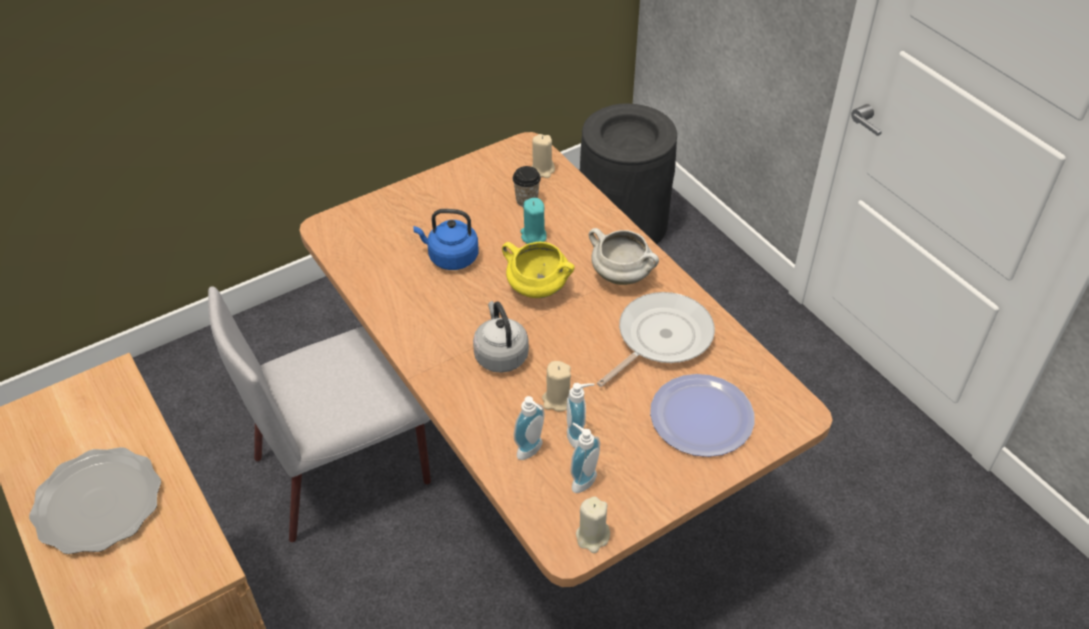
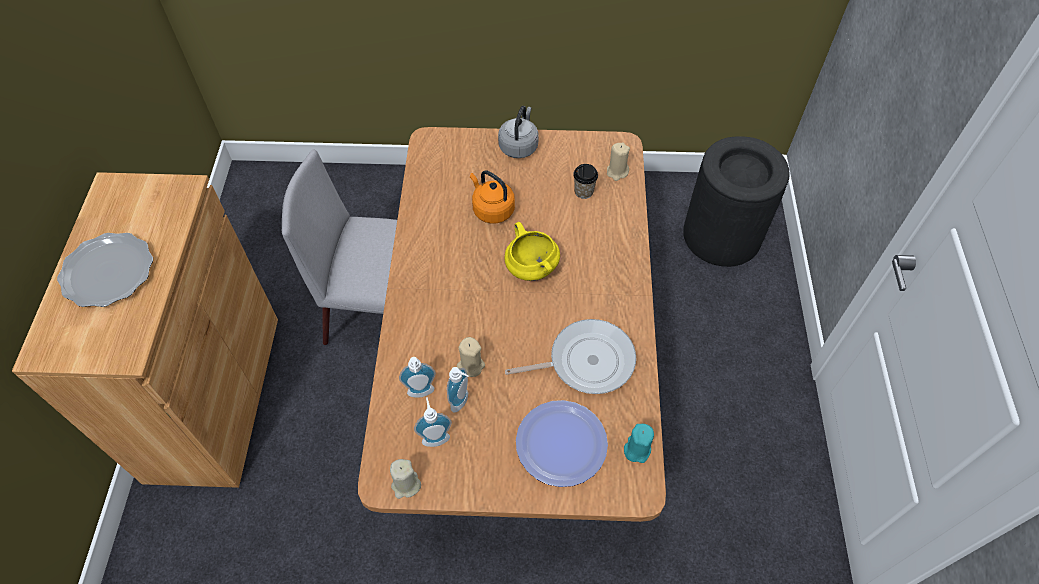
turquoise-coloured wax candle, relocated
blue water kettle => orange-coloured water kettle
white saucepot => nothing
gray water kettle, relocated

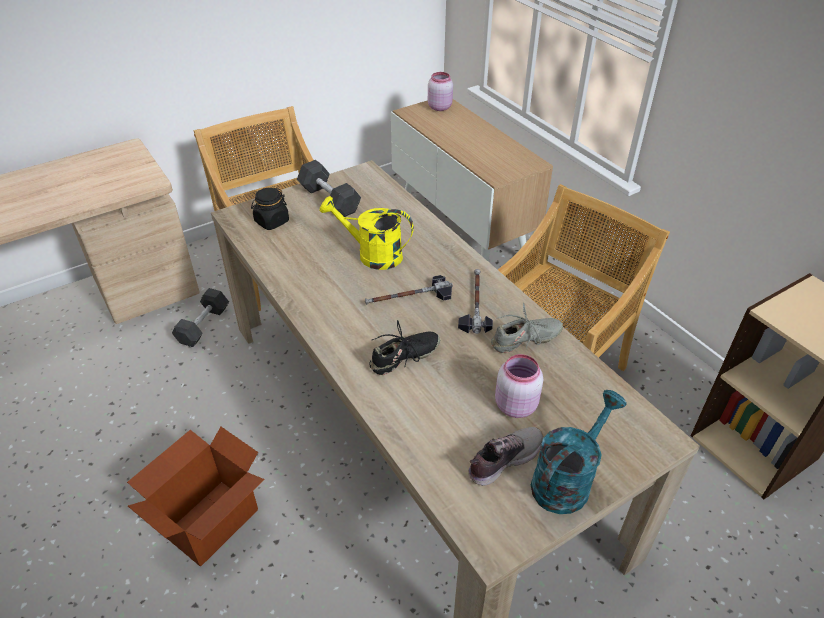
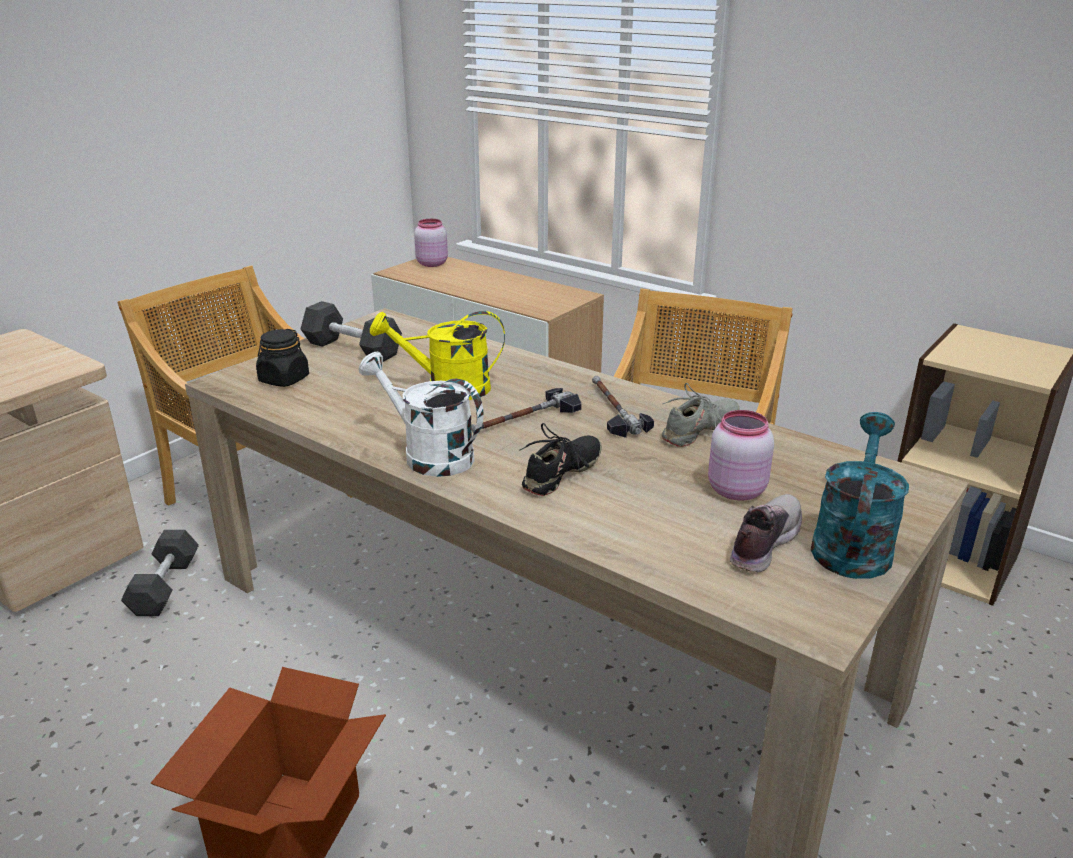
nothing => white sprinkling can

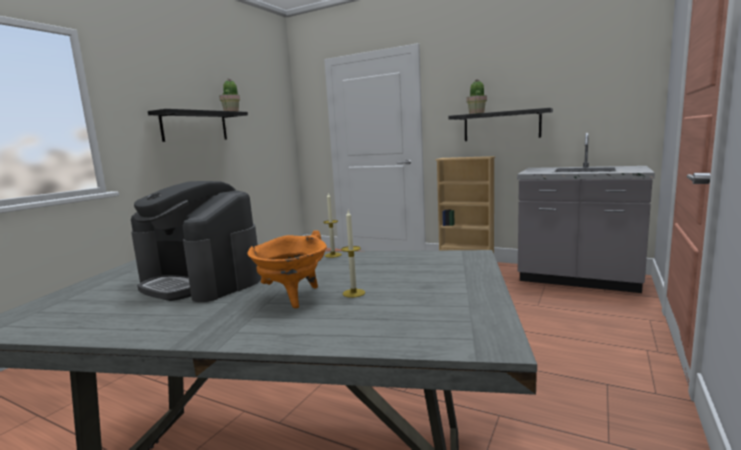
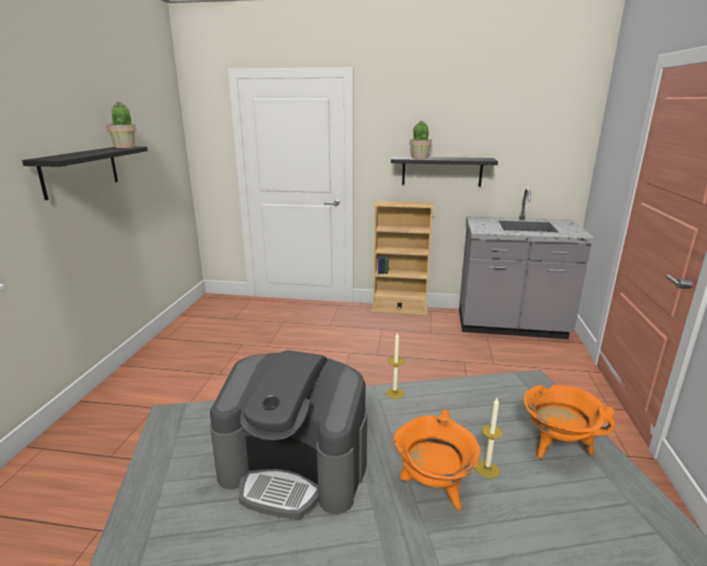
nothing => orange-coloured saucepot (no. 2 from left)

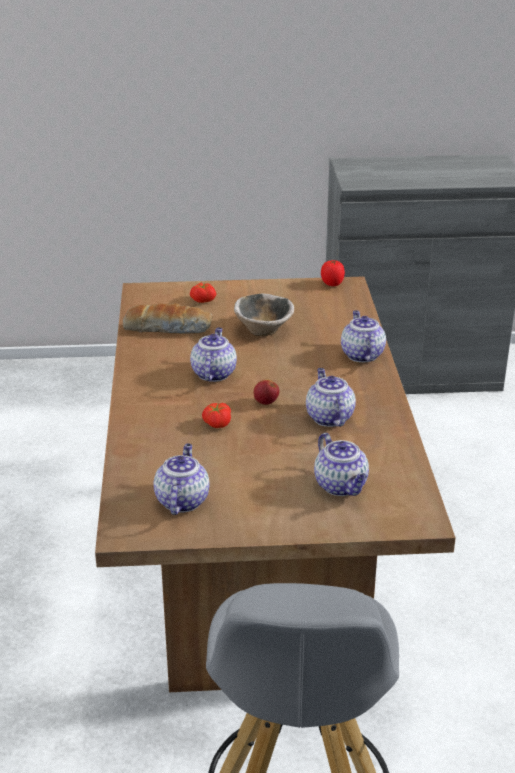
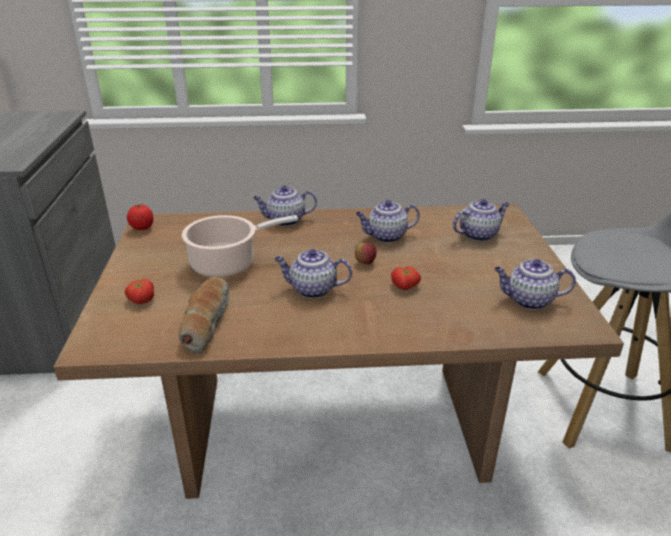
deep dish => saucepot

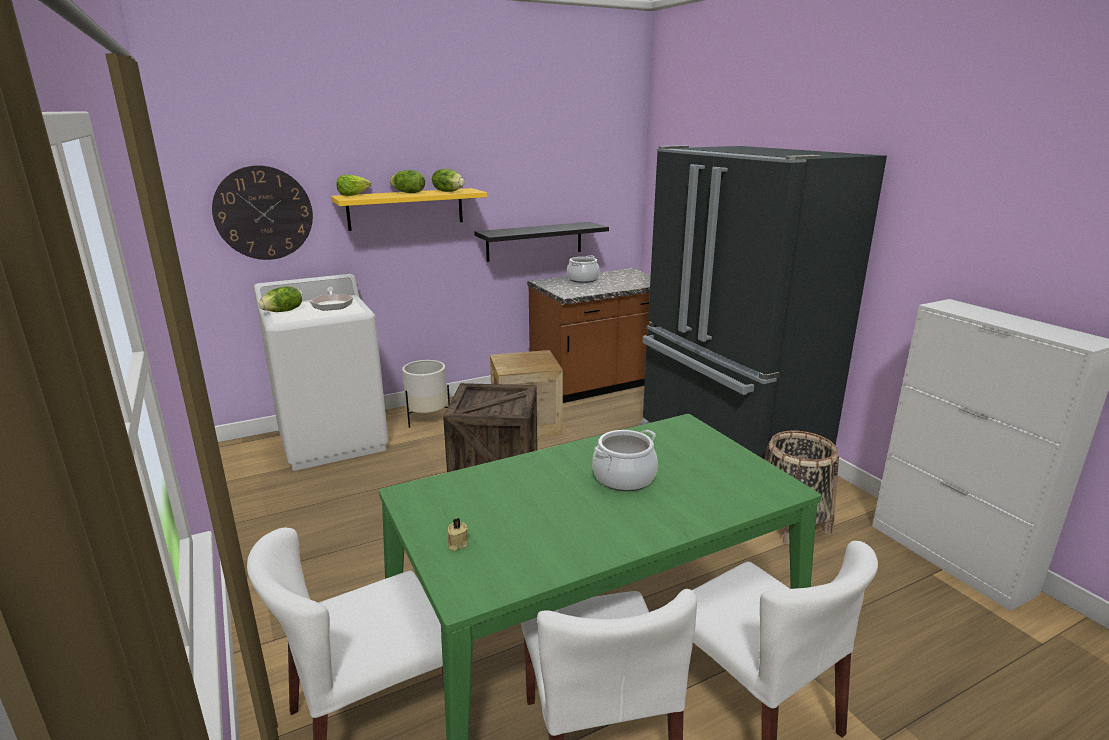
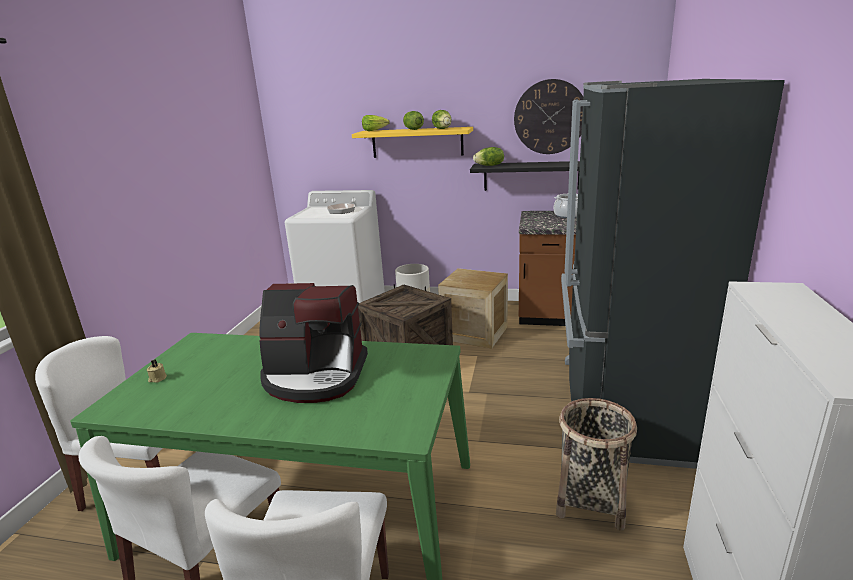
clock on the wall, relocated
lettuce head (no. 1 from left in the first image) => lettuce head (no. 4 from left), relocated
saucepot (no. 2 from left) => coffee maker

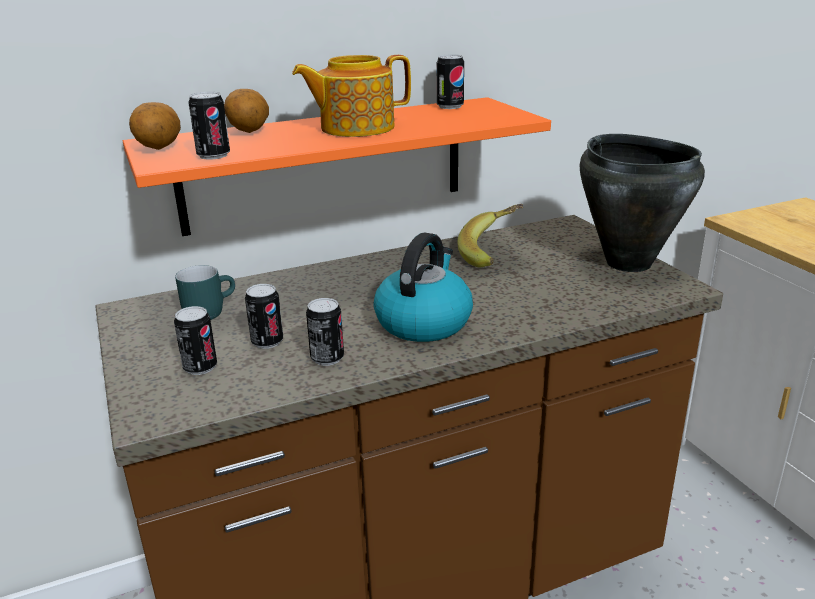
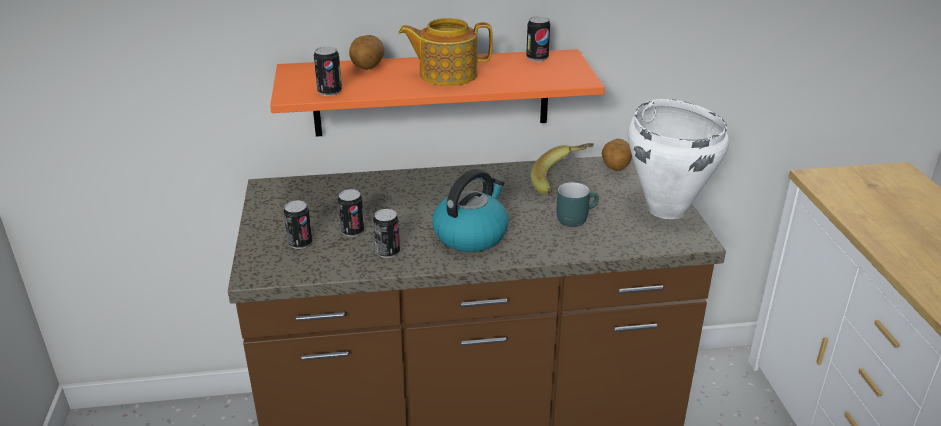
spud (no. 1 from left in the first image) => spud (no. 2 from left), relocated
blackish saucepot => white saucepot
turquoise-coloured mug, relocated

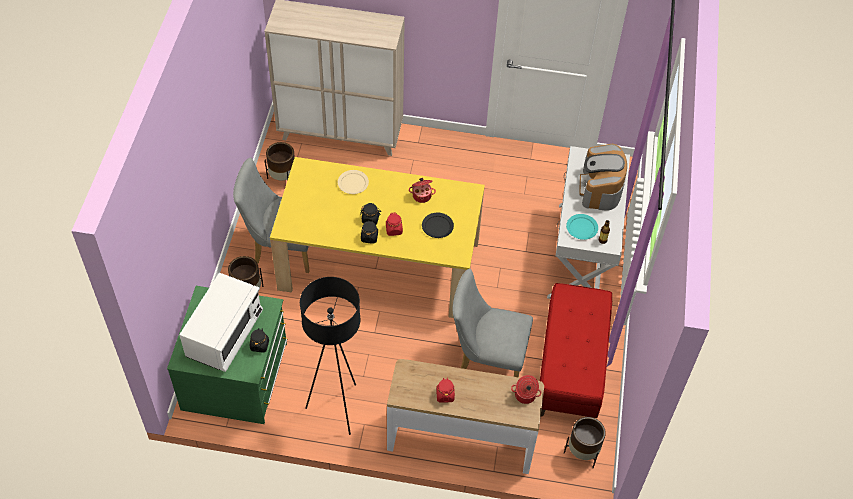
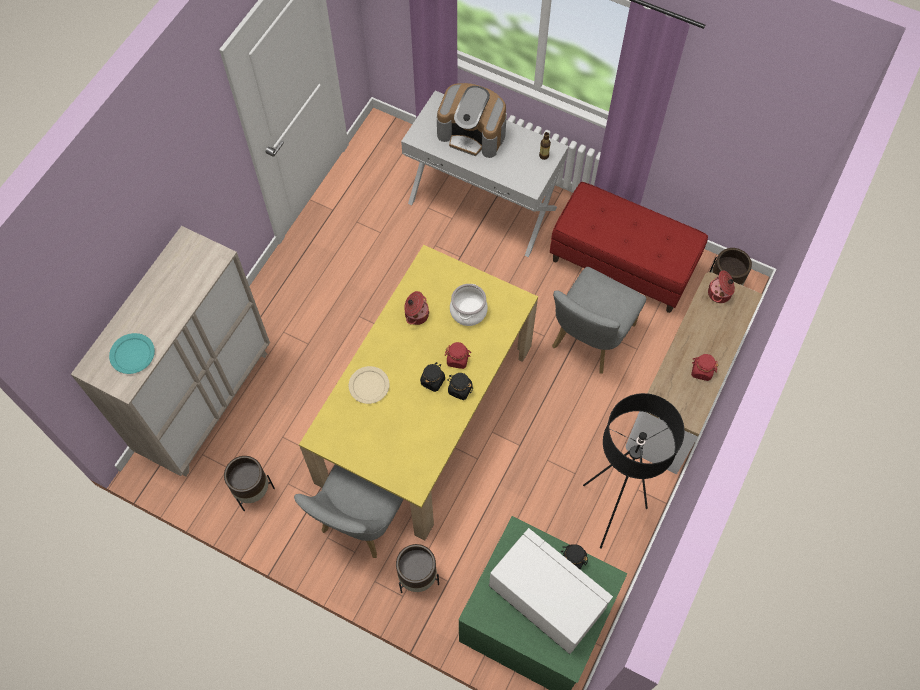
blackish flat dish => saucepot (no. 2 from left)
turquoise-coloured flat dish, relocated

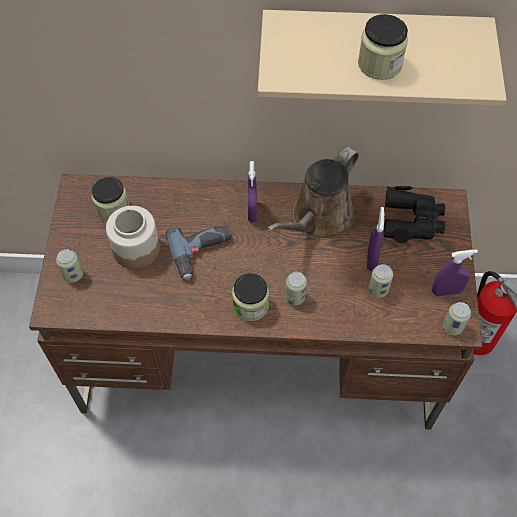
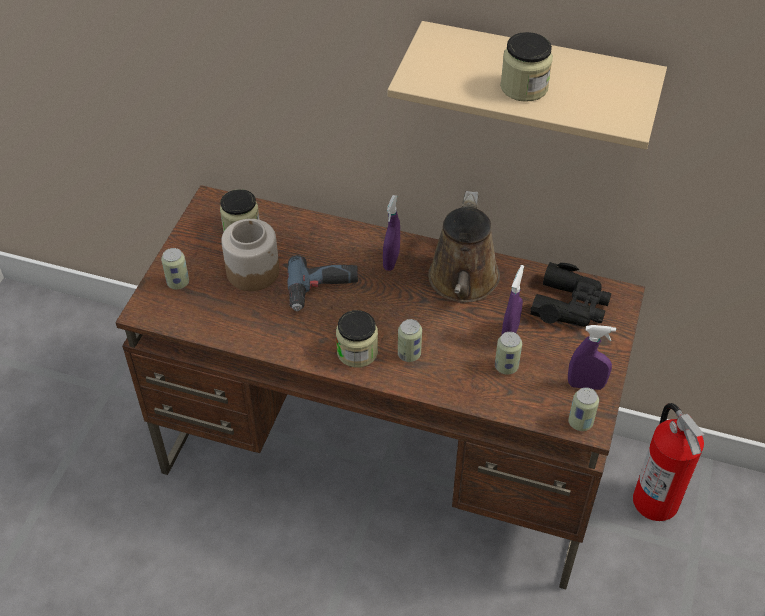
brownish sprinkling can, 45 degrees counterclockwise

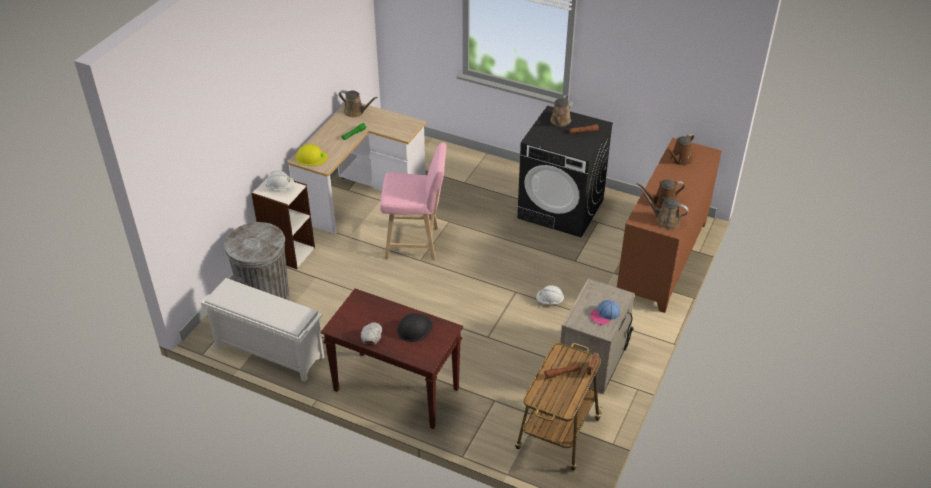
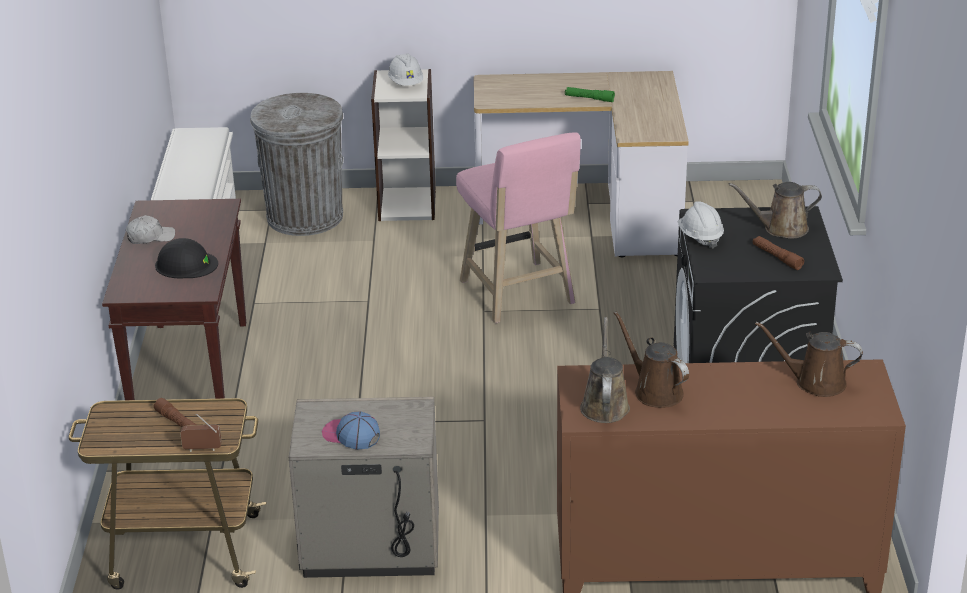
brownish sprinkling can (no. 1 from left) => nothing
yellow-coloured safety helmet => nothing
white safety helmet (no. 2 from left), relocated

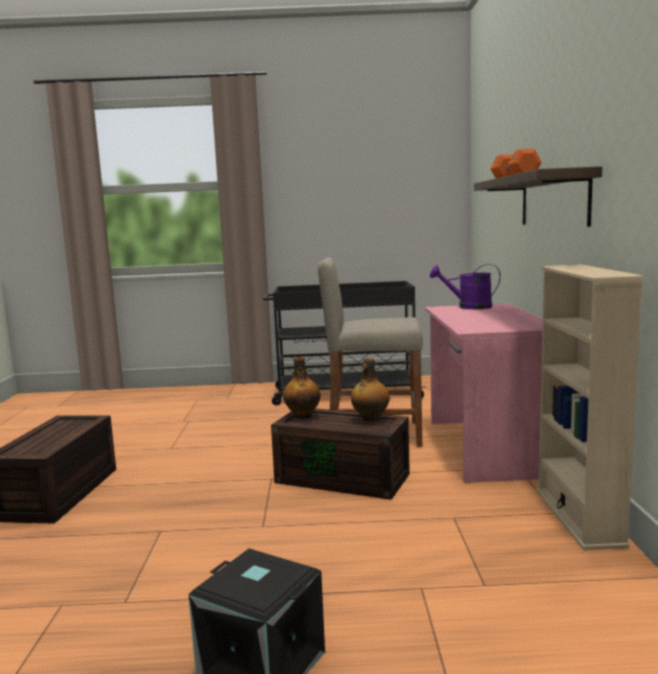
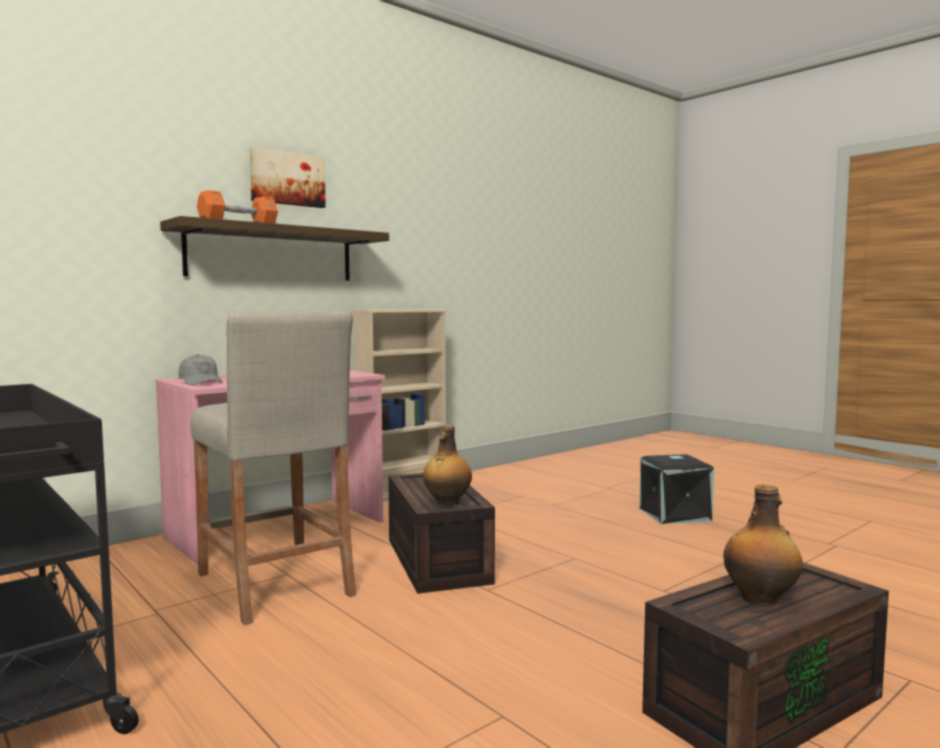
purple-coloured sprinkling can => gray cap
drink bottle (no. 2 from left), relocated
nothing => wall picture

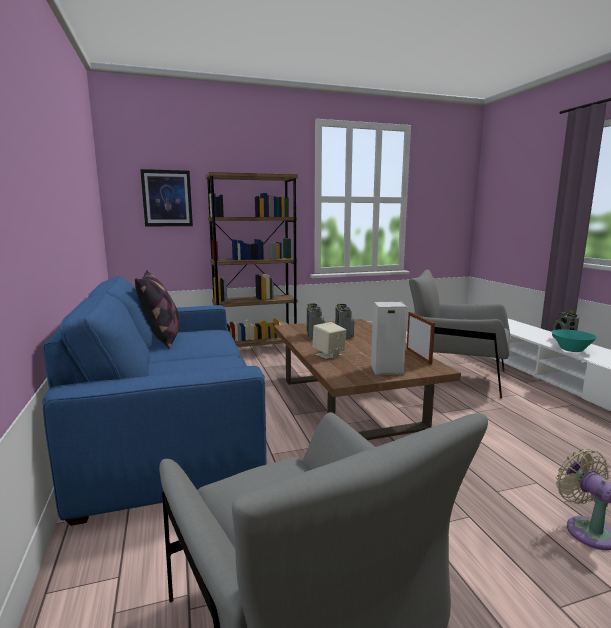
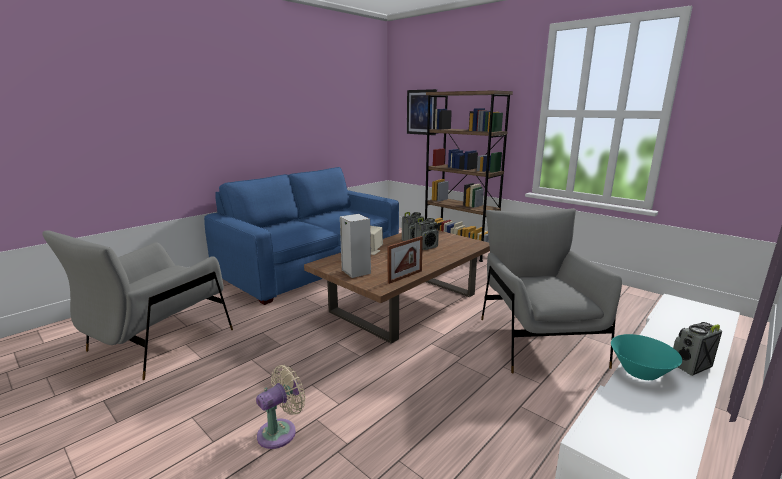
cushion => nothing

